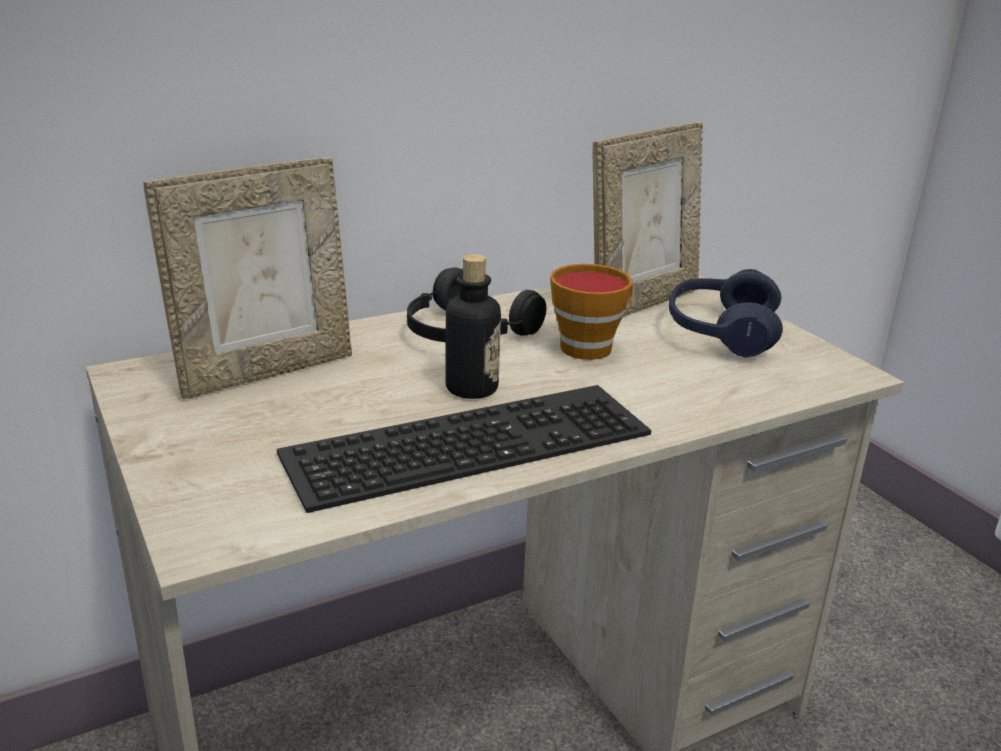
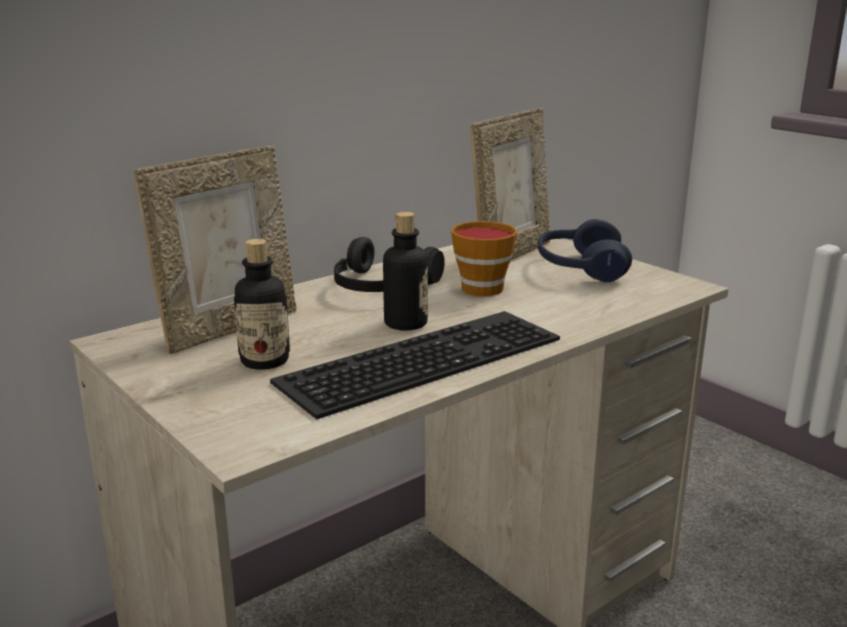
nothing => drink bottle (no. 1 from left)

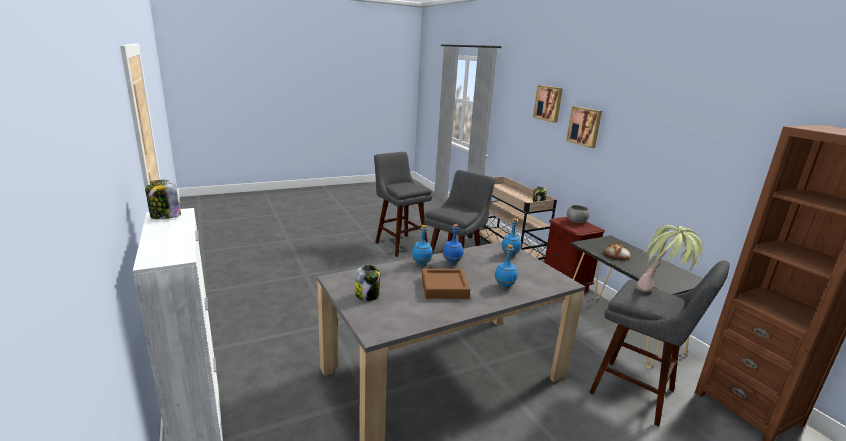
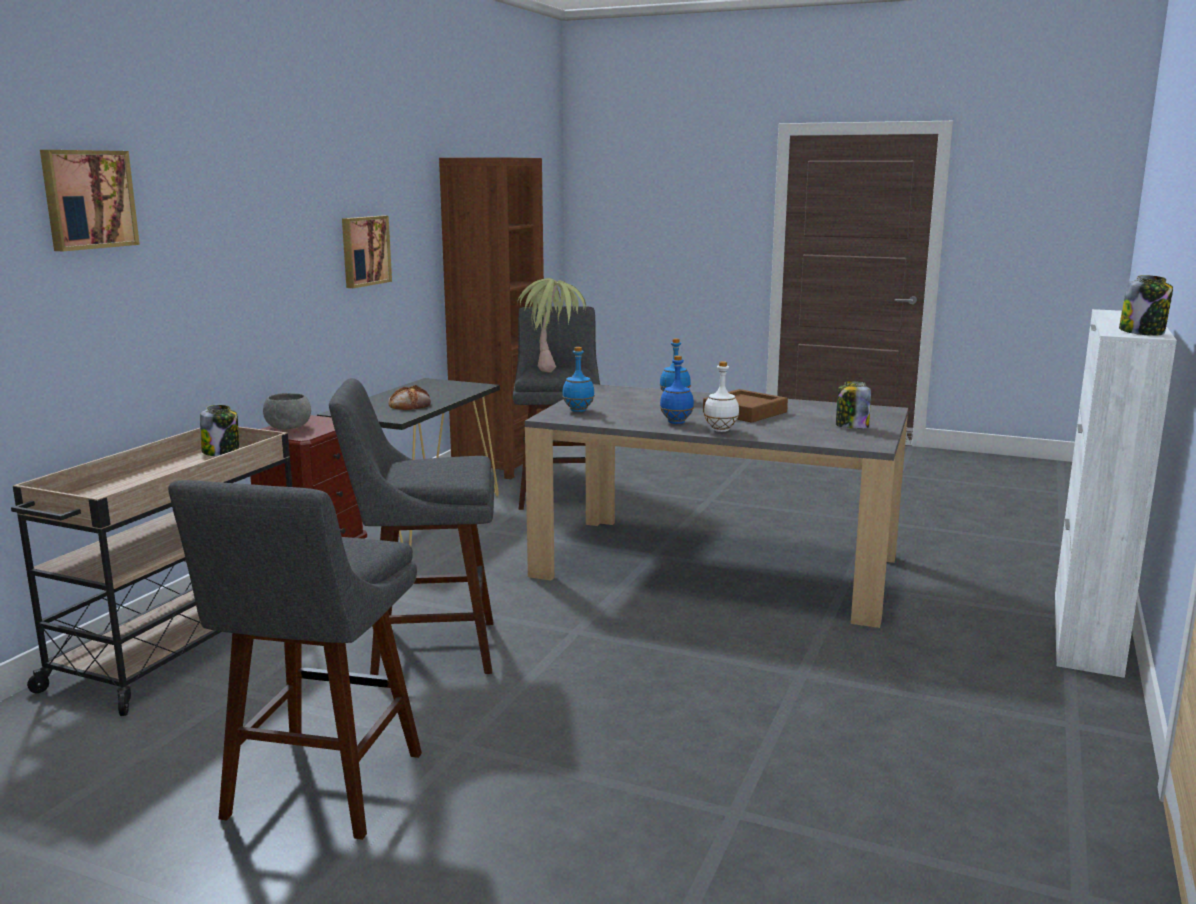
wall picture (no. 2 from left), relocated
blue drink bottle (no. 1 from left) => white drink bottle

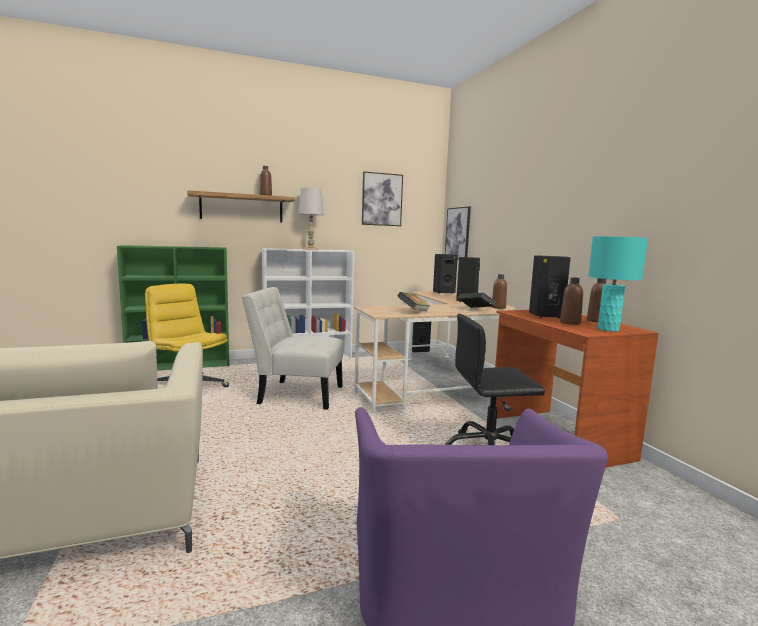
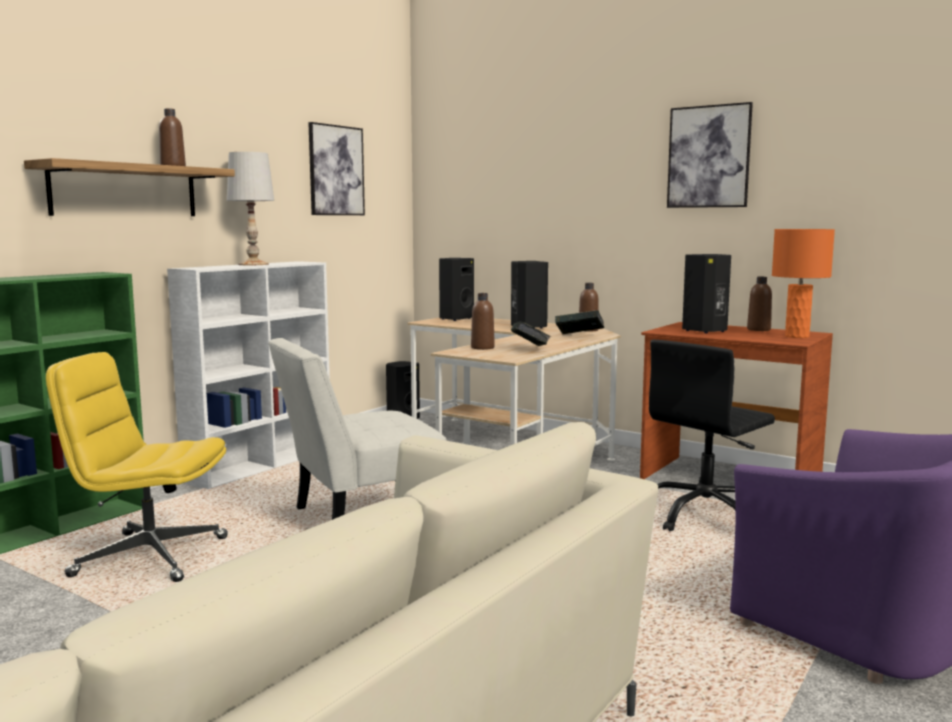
wall picture (no. 2 from left), relocated
turquoise-coloured lamp for a table => orange-coloured lamp for a table
brownish drink bottle (no. 3 from left in the first image) => brownish drink bottle (no. 2 from left), relocated

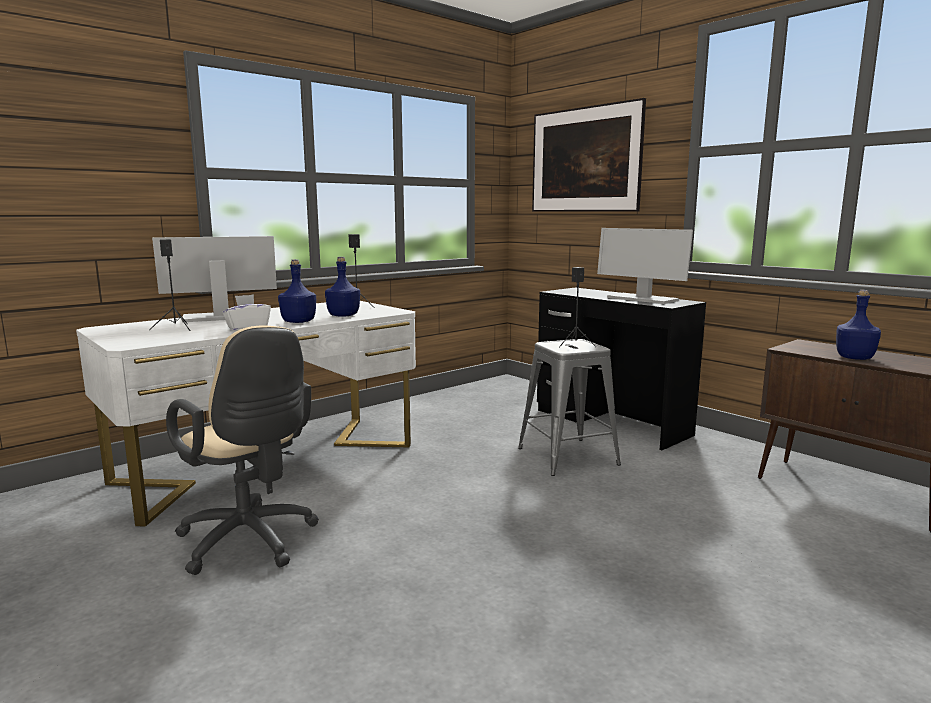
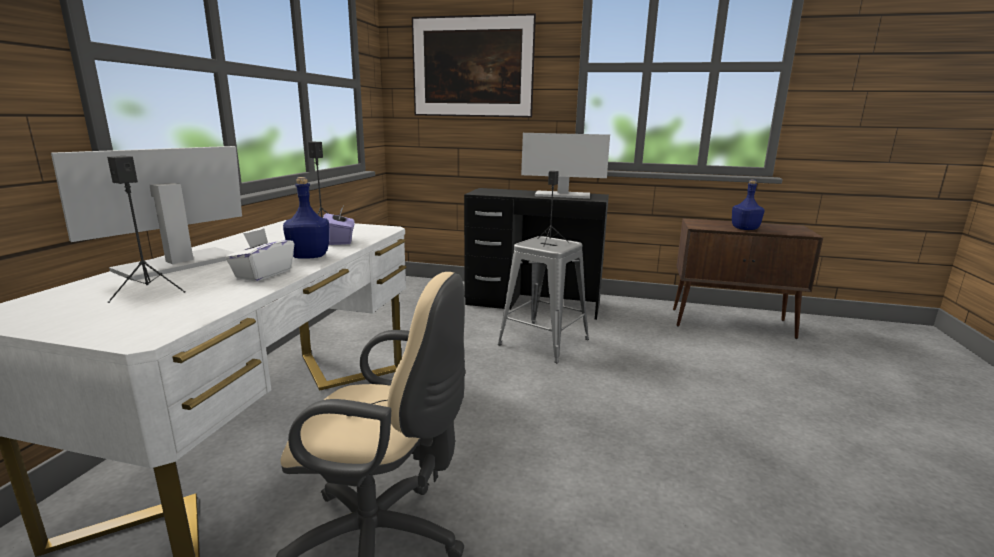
blue drink bottle (no. 2 from left) => purple-coloured box of tissues

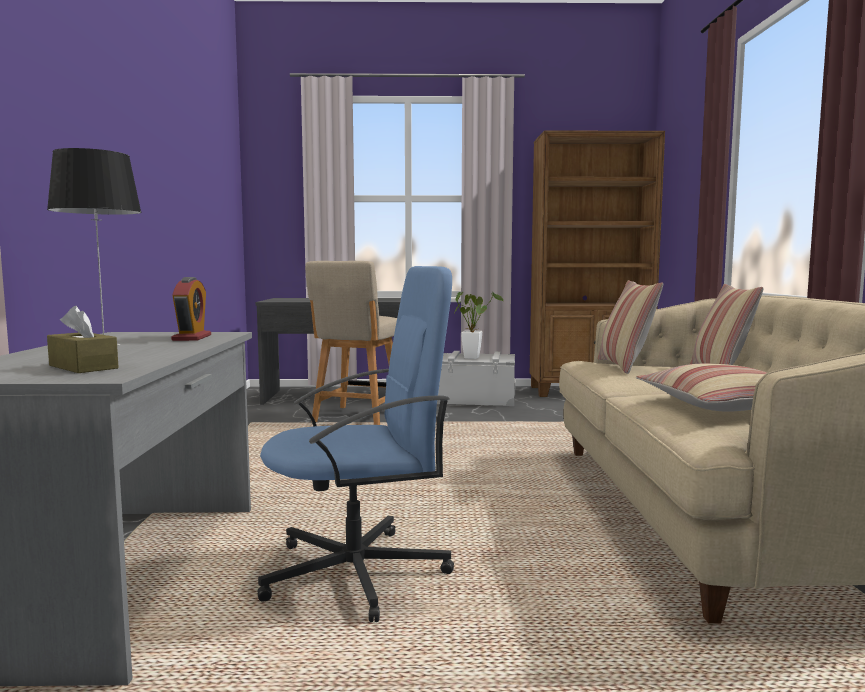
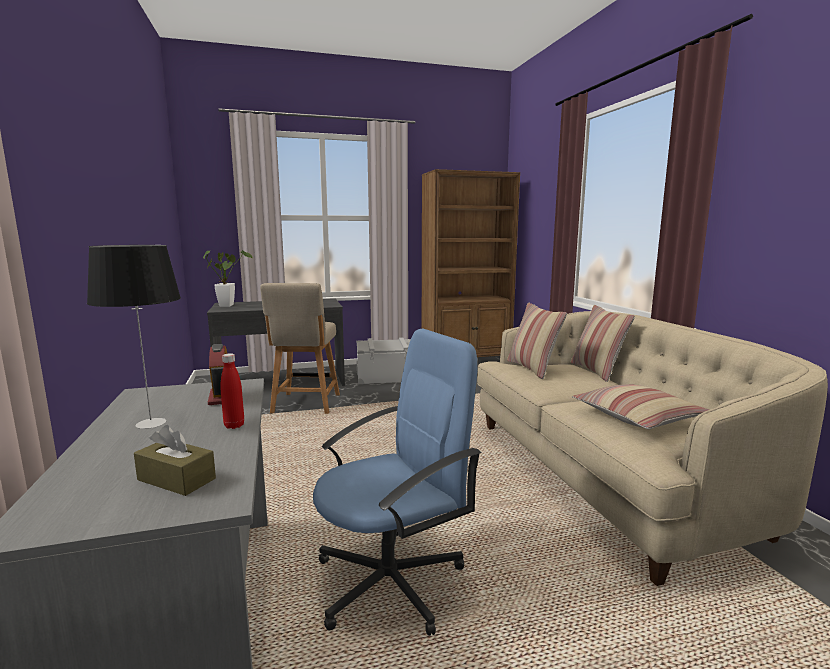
potted plant, relocated
nothing => red-coloured drink bottle

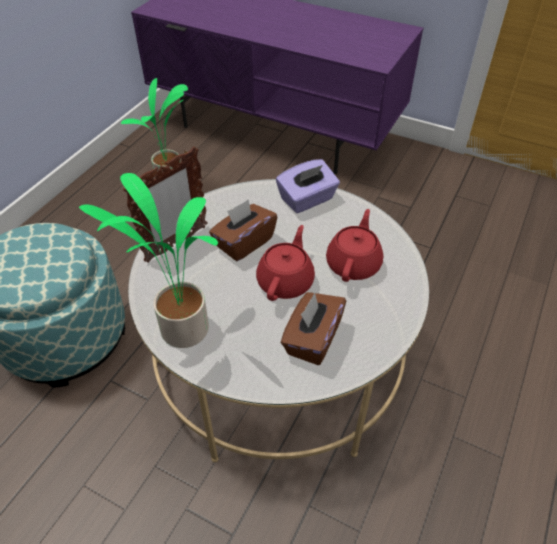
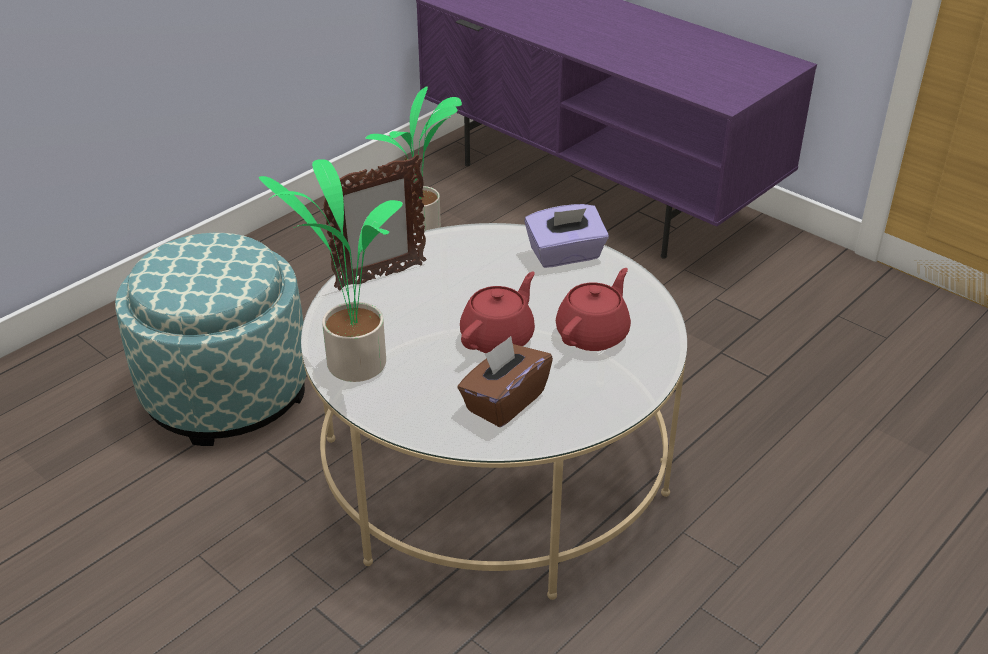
brownish box of tissues (no. 1 from left) => nothing

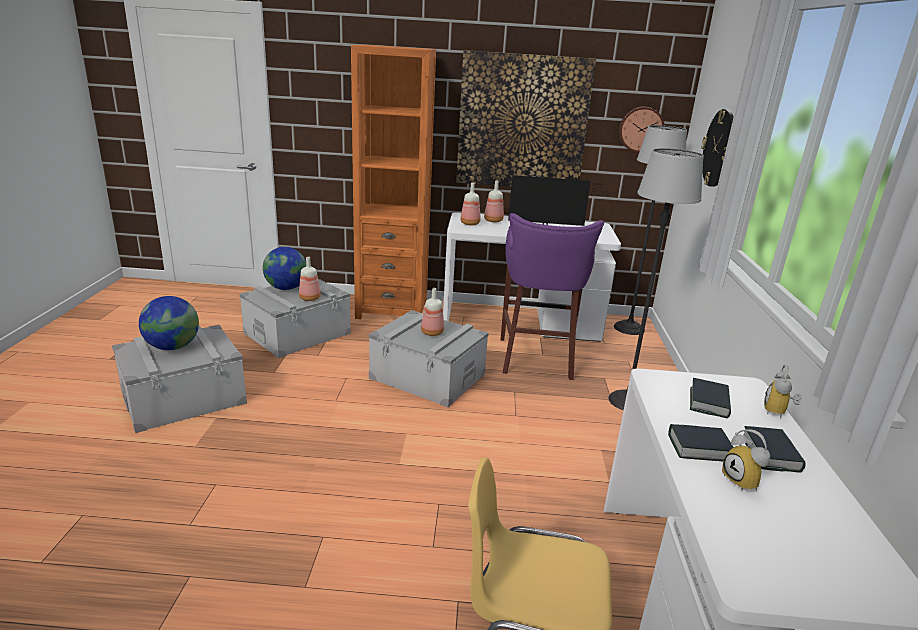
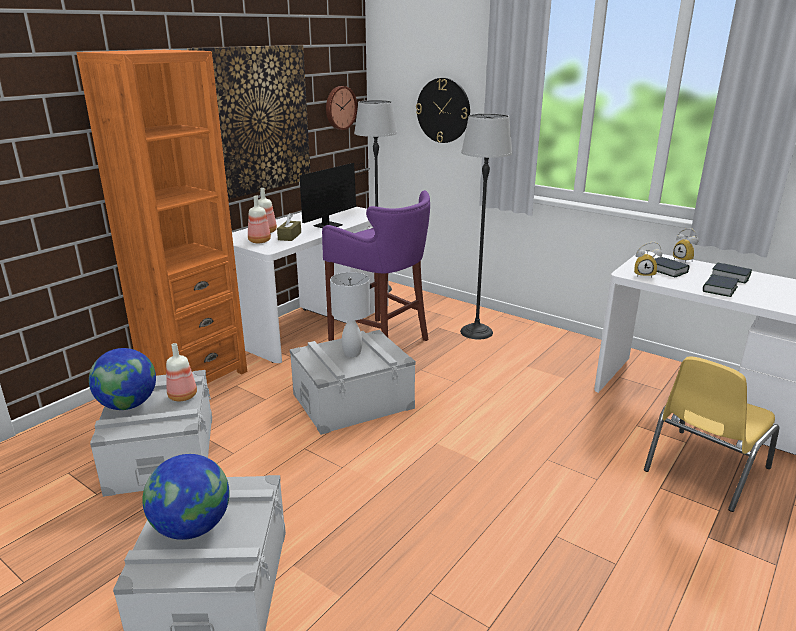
drink bottle (no. 2 from left) => white lamp for a table
table clock (no. 1 from left), relocated
nothing => brownish box of tissues

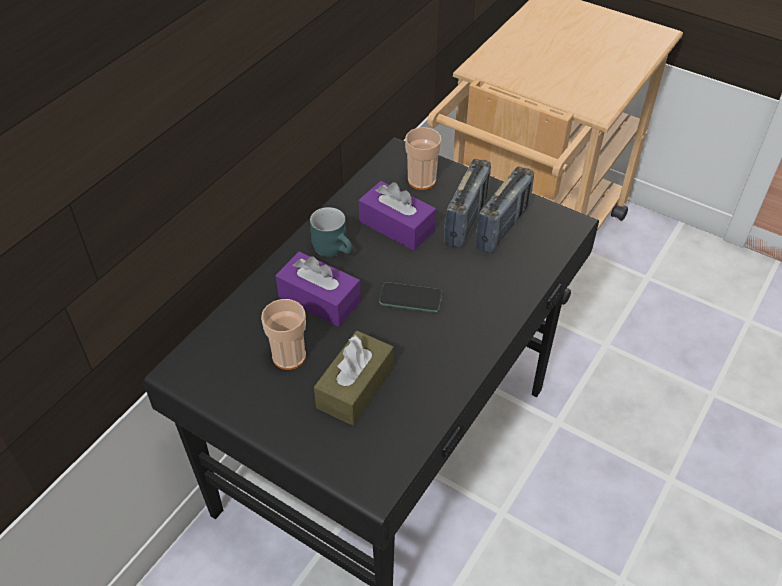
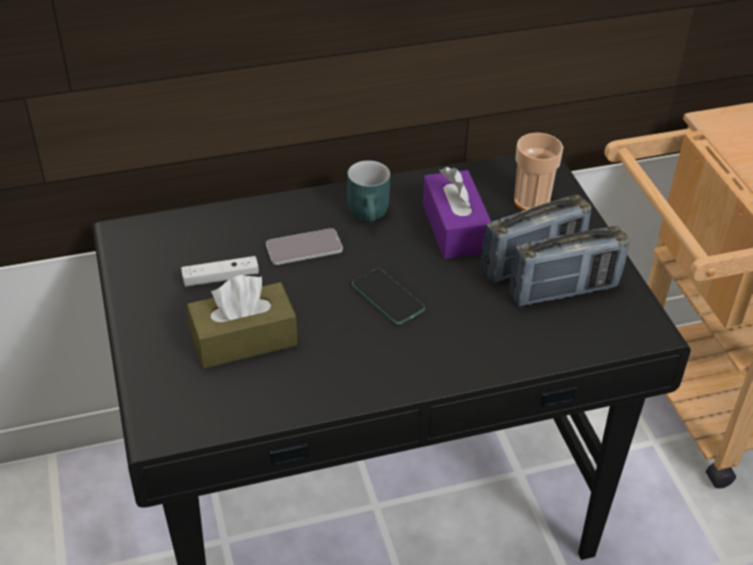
purple-coloured box of tissues (no. 1 from left) => handset (no. 1 from left)
small cup (no. 1 from left) => white joypad

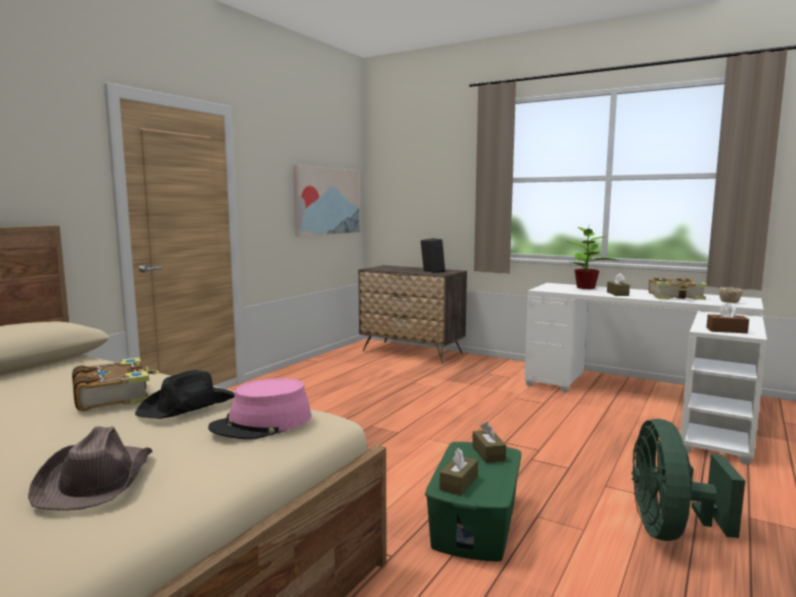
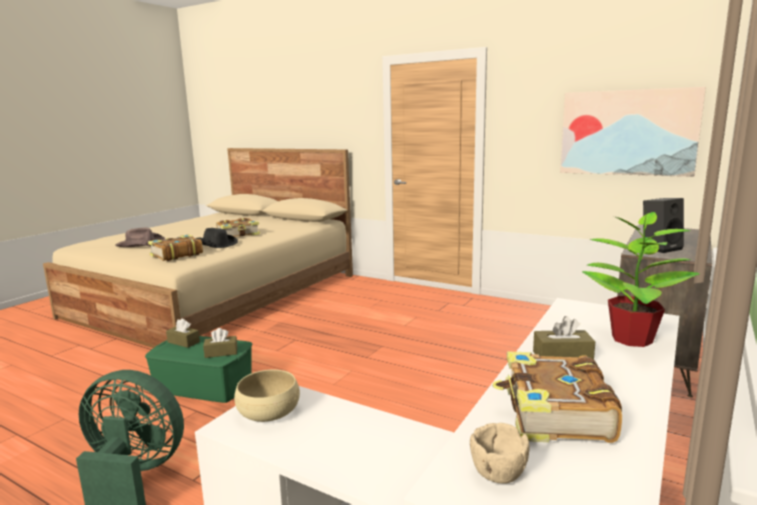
brownish box of tissues (no. 4 from left) => beige deep dish (no. 1 from left)
pinkish wearable hat => bound book (no. 1 from left)

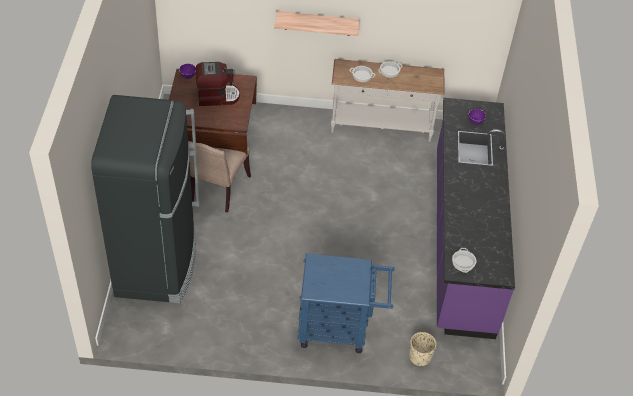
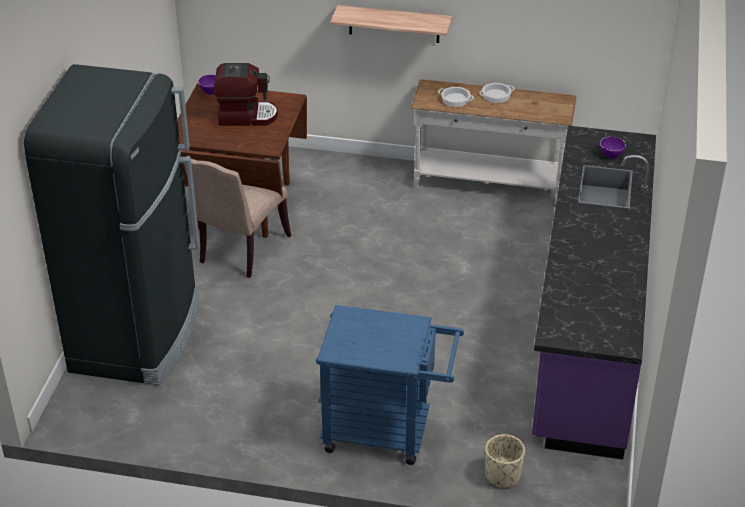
saucepot (no. 3 from left) => nothing

